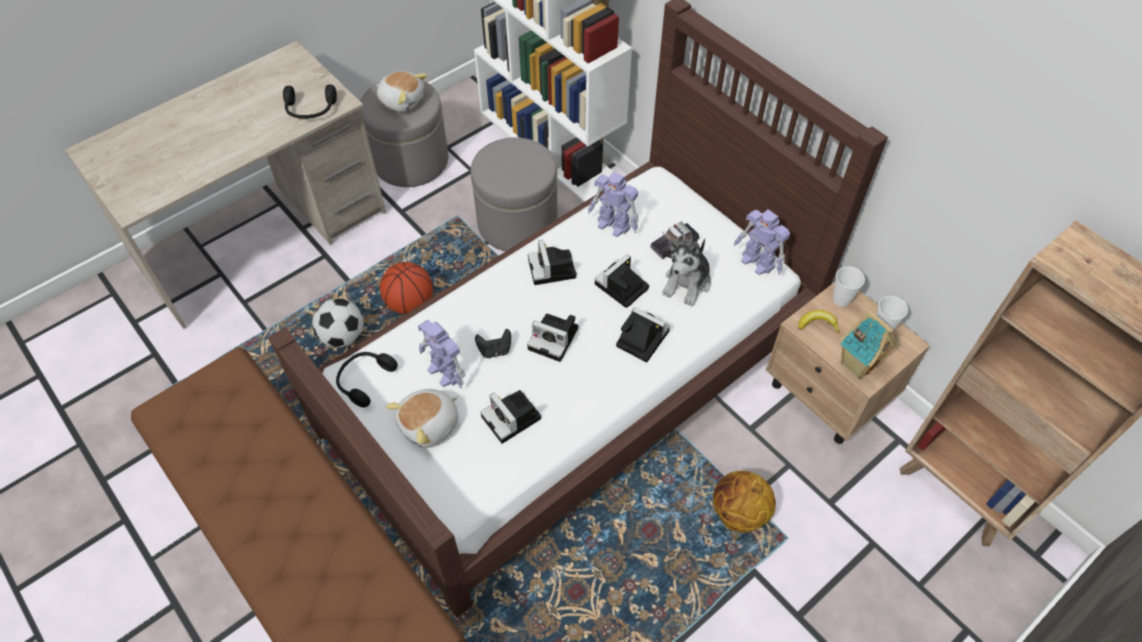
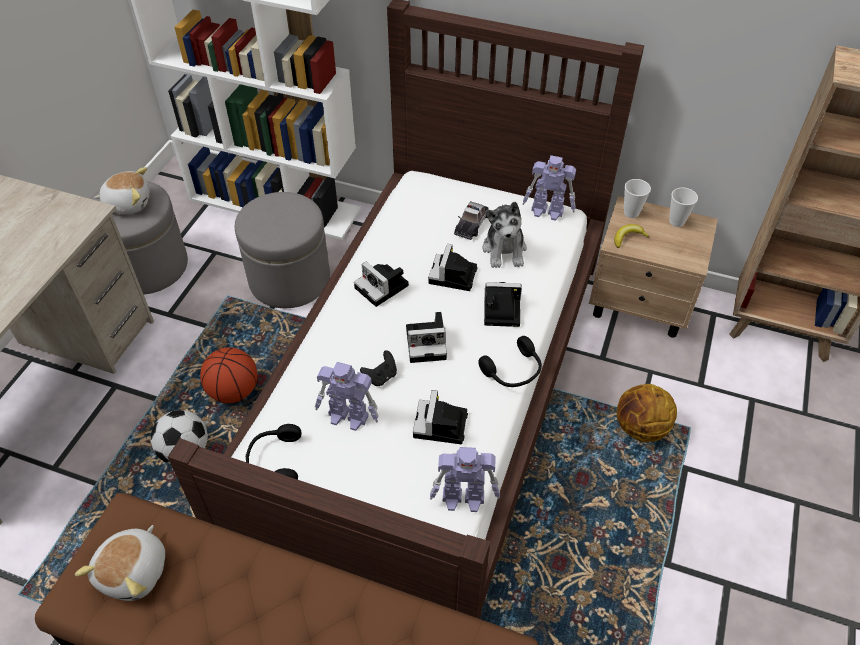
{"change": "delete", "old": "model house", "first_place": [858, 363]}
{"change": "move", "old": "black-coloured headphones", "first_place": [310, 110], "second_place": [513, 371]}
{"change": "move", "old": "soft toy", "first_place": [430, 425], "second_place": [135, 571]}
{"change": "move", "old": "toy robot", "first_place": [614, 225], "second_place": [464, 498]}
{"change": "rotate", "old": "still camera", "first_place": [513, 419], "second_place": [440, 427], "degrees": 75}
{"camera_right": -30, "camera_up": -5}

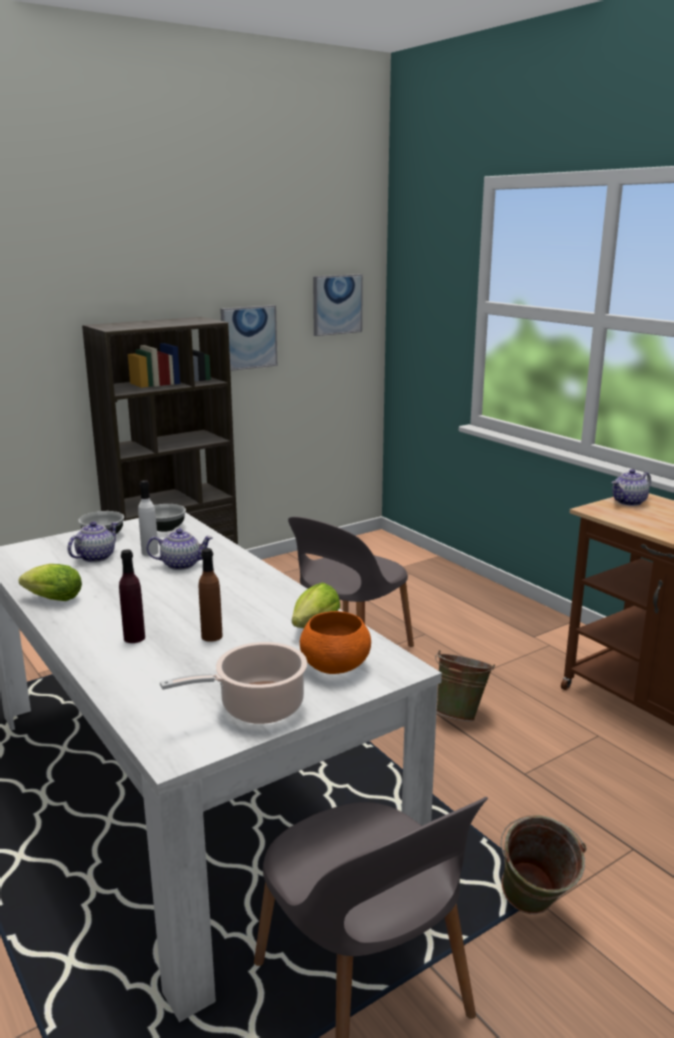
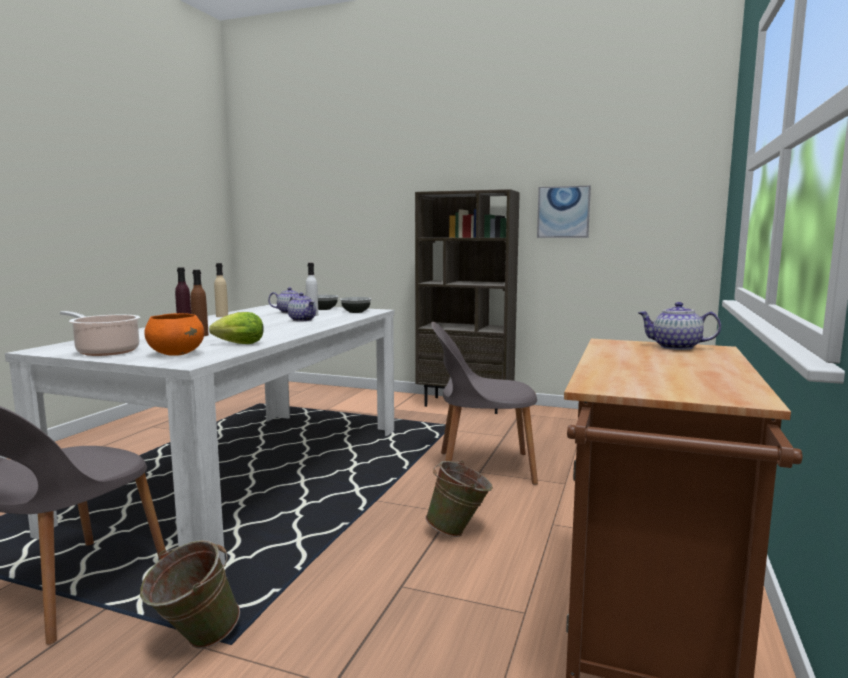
{"change": "delete", "old": "wall picture", "first_place": [337, 304]}
{"change": "replace", "old": "head of lettuce", "new": "beige drink bottle", "first_place": [51, 599], "second_place": [222, 316]}
{"camera_right": 55, "camera_up": -10}

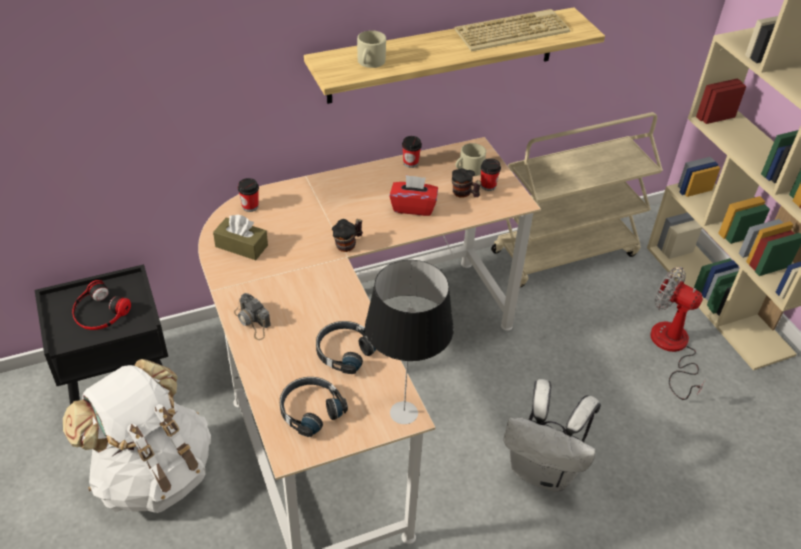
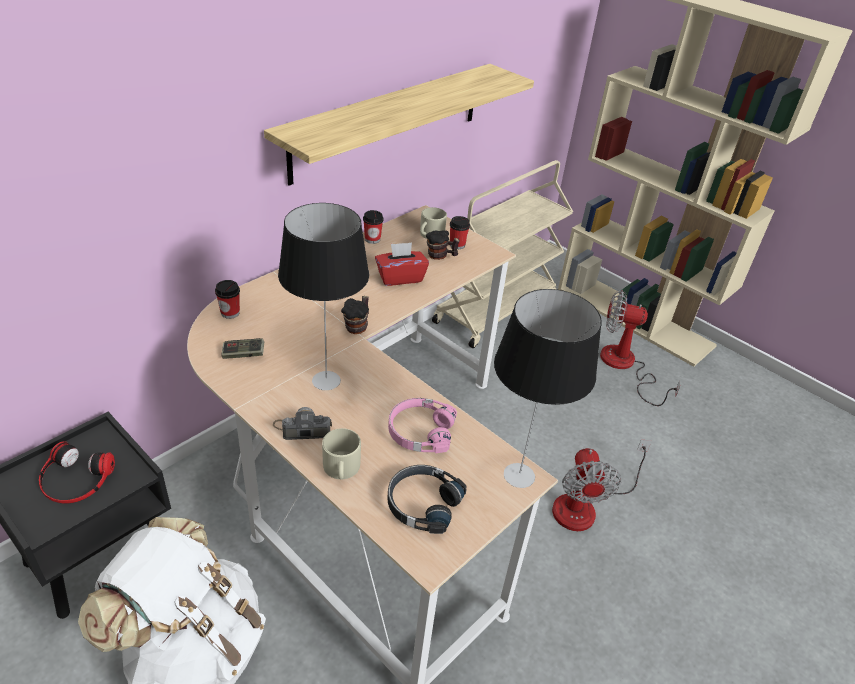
{"change": "delete", "old": "keyboard", "first_place": [512, 31]}
{"change": "insert", "new": "tabletop lamp", "second_place": [325, 380]}
{"change": "move", "old": "beige tea mug", "first_place": [370, 62], "second_place": [341, 469]}
{"change": "replace", "old": "brown-coloured tissue holder", "new": "gamepad", "first_place": [241, 246], "second_place": [243, 354]}
{"change": "replace", "old": "white-coloured backpack", "new": "fan", "first_place": [543, 471], "second_place": [585, 505]}
{"change": "recolor", "old": "black-coloured headphones", "new": "pink headphones", "first_place": [344, 351], "second_place": [420, 431]}
{"change": "rotate", "old": "still camera", "first_place": [252, 321], "second_place": [302, 429], "degrees": 150}
{"camera_right": -25, "camera_up": -5}

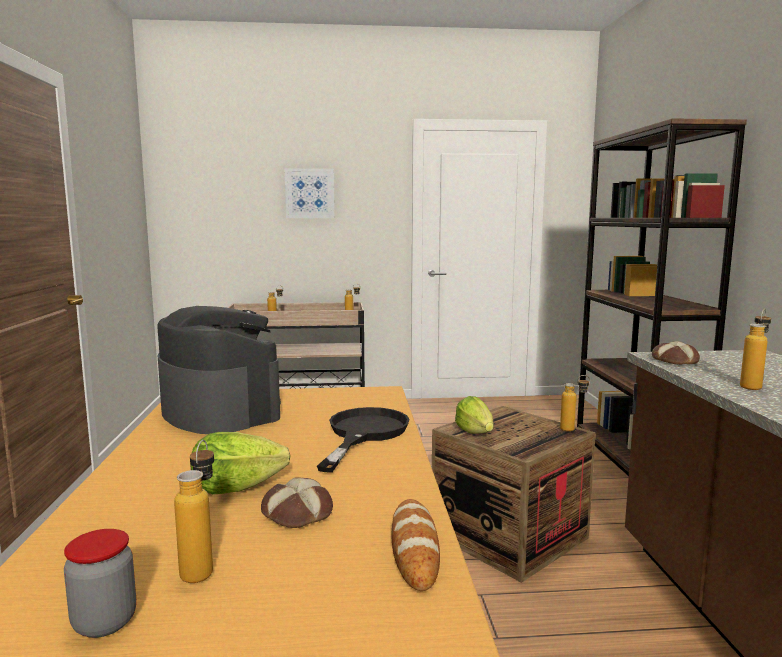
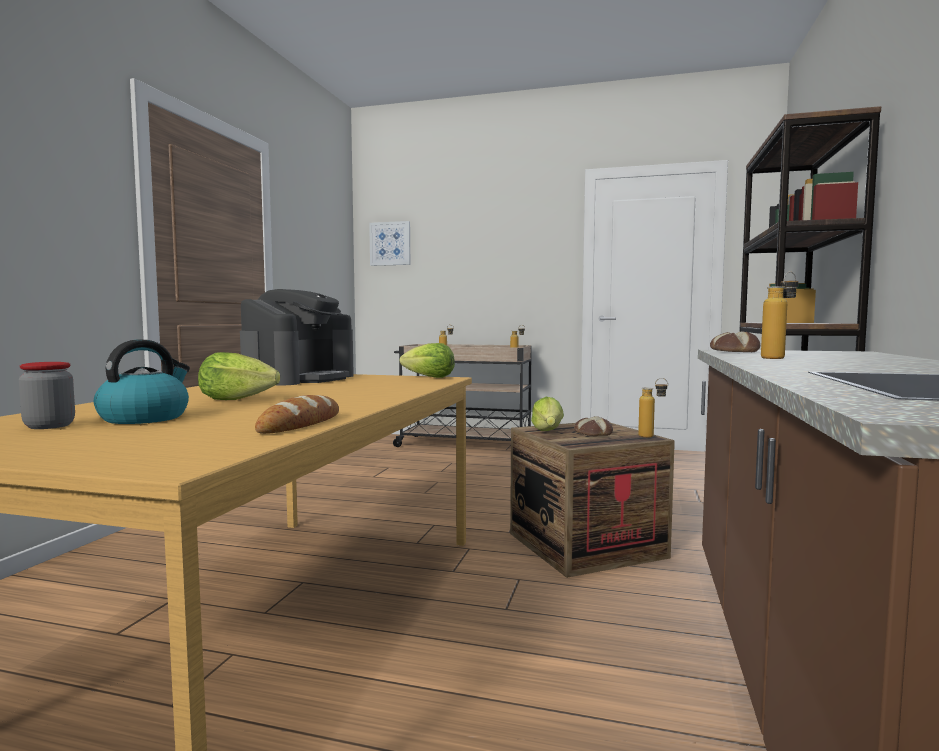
{"change": "delete", "old": "black-coloured skillet", "first_place": [363, 433]}
{"change": "insert", "new": "head of lettuce", "second_place": [429, 377]}
{"change": "move", "old": "bakery bread", "first_place": [296, 513], "second_place": [592, 433]}
{"change": "move", "old": "wall picture", "first_place": [309, 193], "second_place": [390, 243]}
{"change": "replace", "old": "drink bottle", "new": "water kettle", "first_place": [202, 567], "second_place": [145, 418]}
{"change": "rotate", "old": "coffee maker", "first_place": [220, 411], "second_place": [299, 378], "degrees": 45}
{"camera_right": 20, "camera_up": -5}

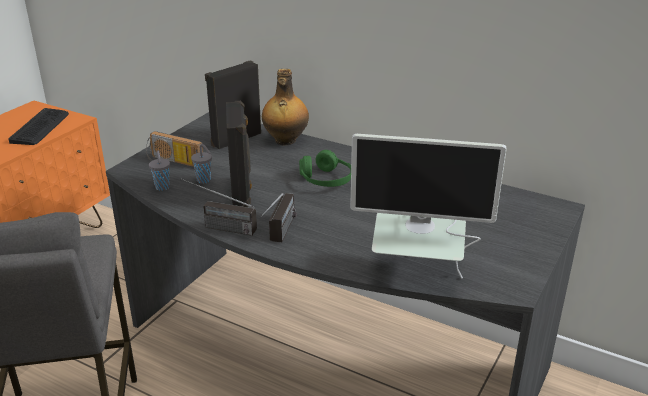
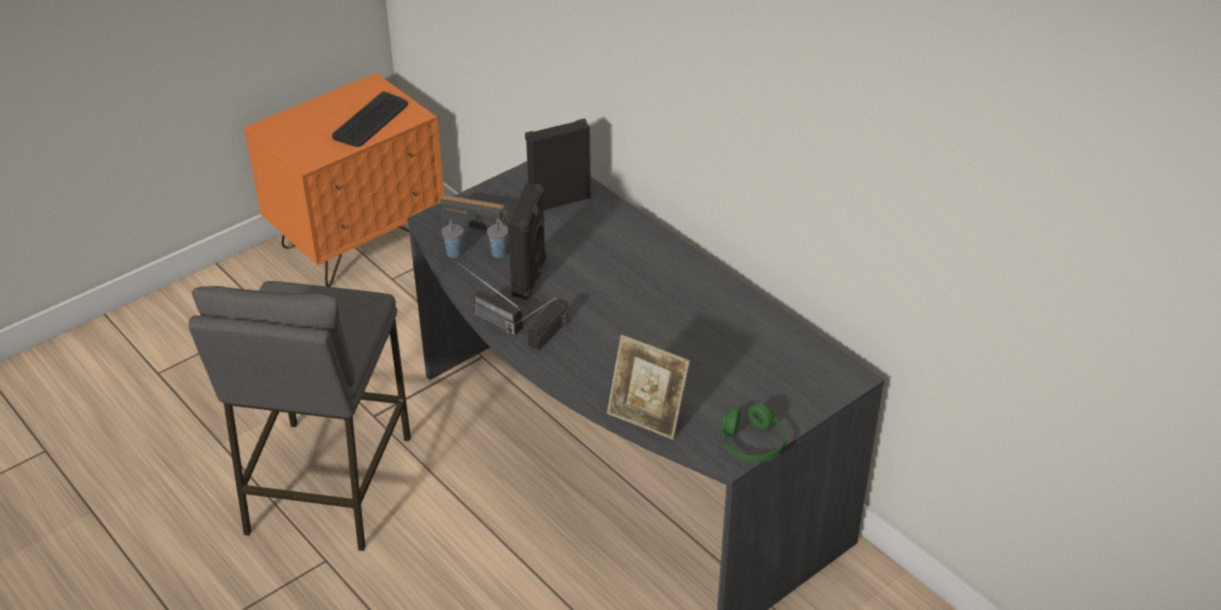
{"change": "delete", "old": "drink bottle", "first_place": [285, 141]}
{"change": "move", "old": "green headphones", "first_place": [326, 180], "second_place": [752, 443]}
{"change": "replace", "old": "computer display", "new": "standing frame", "first_place": [417, 273], "second_place": [647, 418]}
{"change": "rotate", "old": "radio receiver", "first_place": [173, 163], "second_place": [478, 222], "degrees": 150}
{"camera_right": 20, "camera_up": 10}

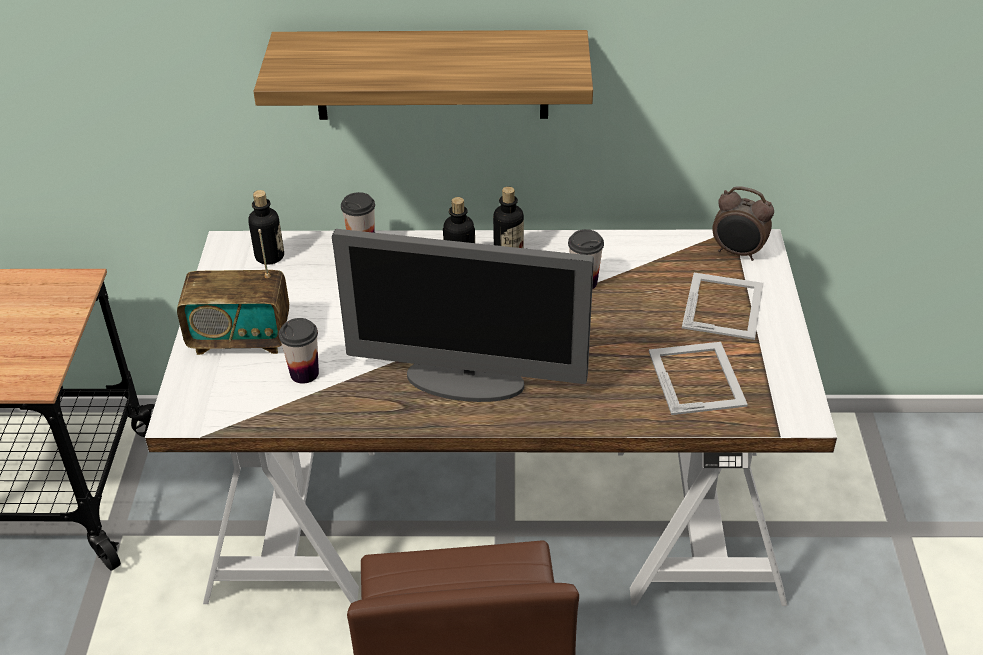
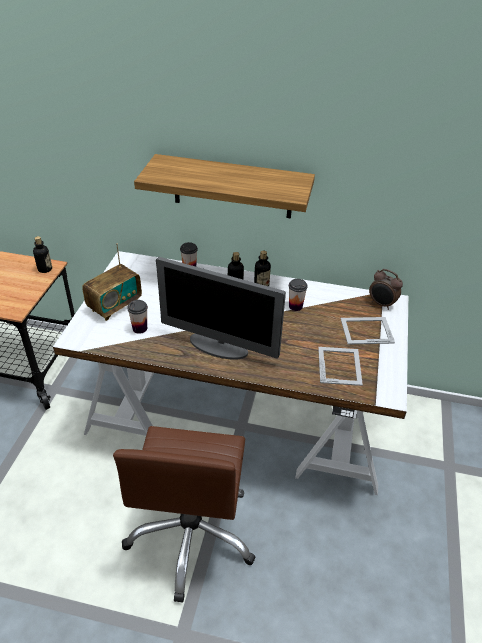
{"change": "move", "old": "drink bottle", "first_place": [269, 256], "second_place": [45, 269]}
{"change": "rotate", "old": "radio receiver", "first_place": [240, 338], "second_place": [115, 306], "degrees": -60}
{"change": "rotate", "old": "standing frame", "first_place": [724, 305], "second_place": [366, 330], "degrees": -120}
{"camera_right": 10, "camera_up": 0}

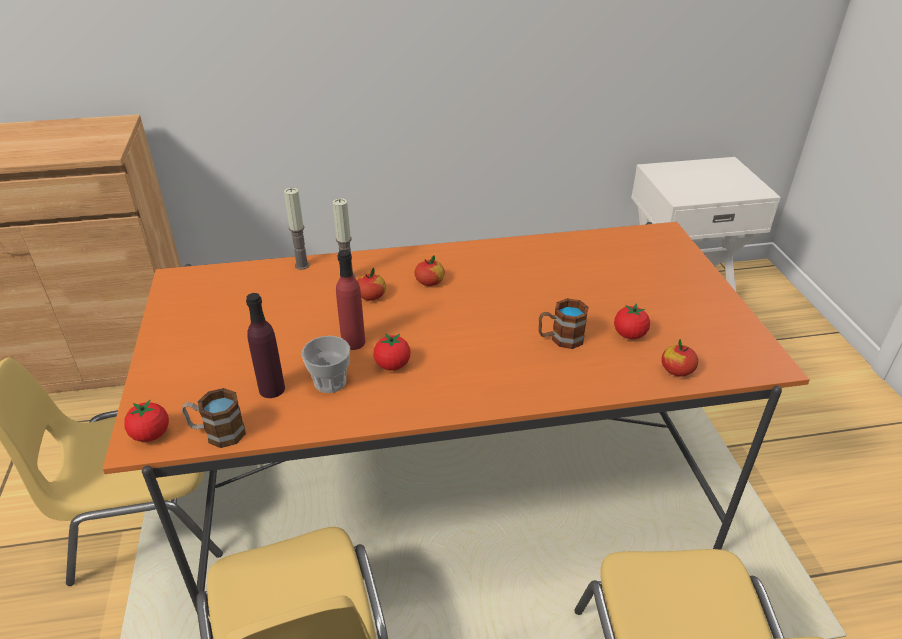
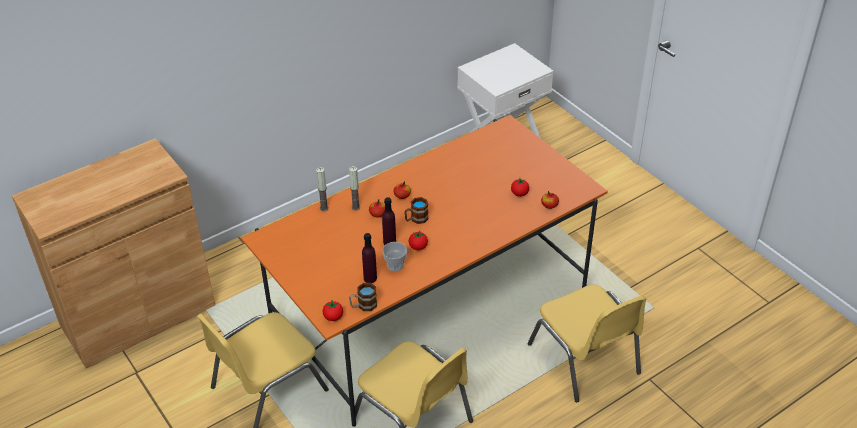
{"change": "move", "old": "tea mug", "first_place": [560, 339], "second_place": [416, 219]}
{"change": "recolor", "old": "red-coloured drink bottle", "new": "purplish drink bottle", "first_place": [353, 342], "second_place": [389, 242]}
{"camera_right": -25, "camera_up": 5}

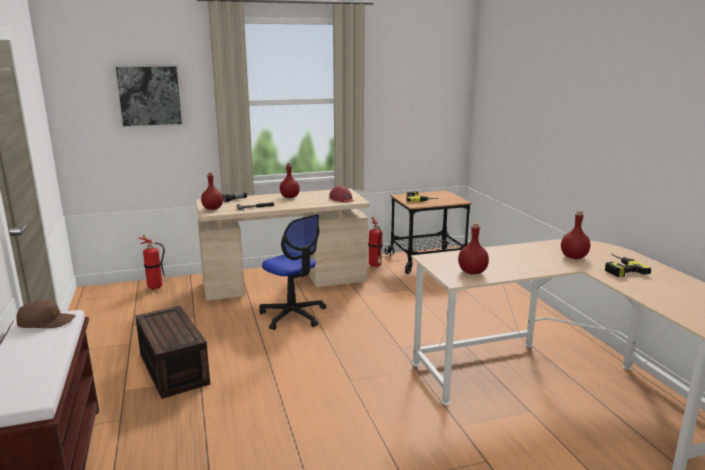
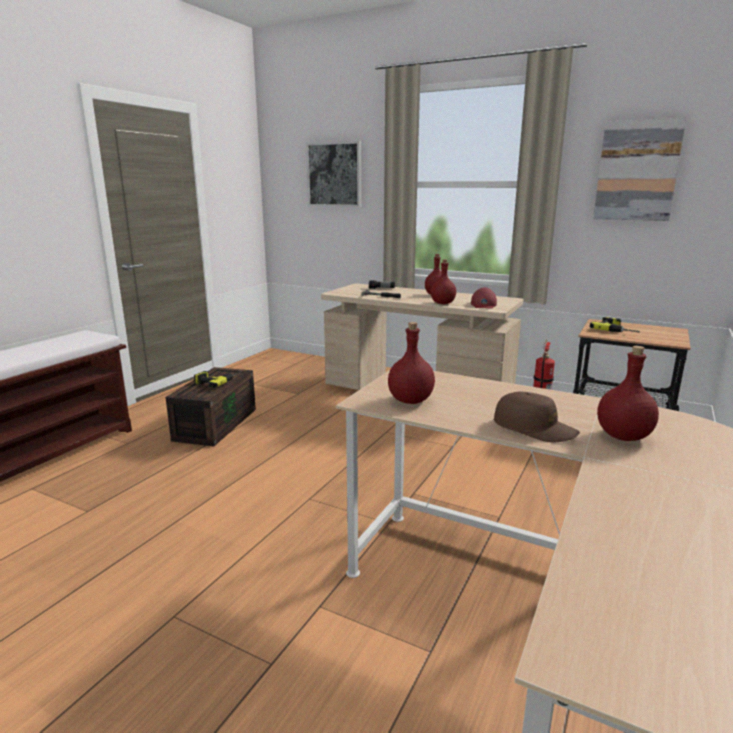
{"change": "delete", "old": "fire-fighting cylinder", "first_place": [157, 288]}
{"change": "delete", "old": "computer chair", "first_place": [293, 315]}
{"change": "insert", "new": "wall picture", "second_place": [637, 171]}
{"change": "move", "old": "brown-coloured peaked cap", "first_place": [46, 322], "second_place": [534, 428]}
{"change": "move", "old": "red-coloured drink bottle", "first_place": [212, 209], "second_place": [442, 303]}
{"change": "move", "old": "drill", "first_place": [618, 268], "second_place": [218, 380]}
{"camera_right": 45, "camera_up": 0}

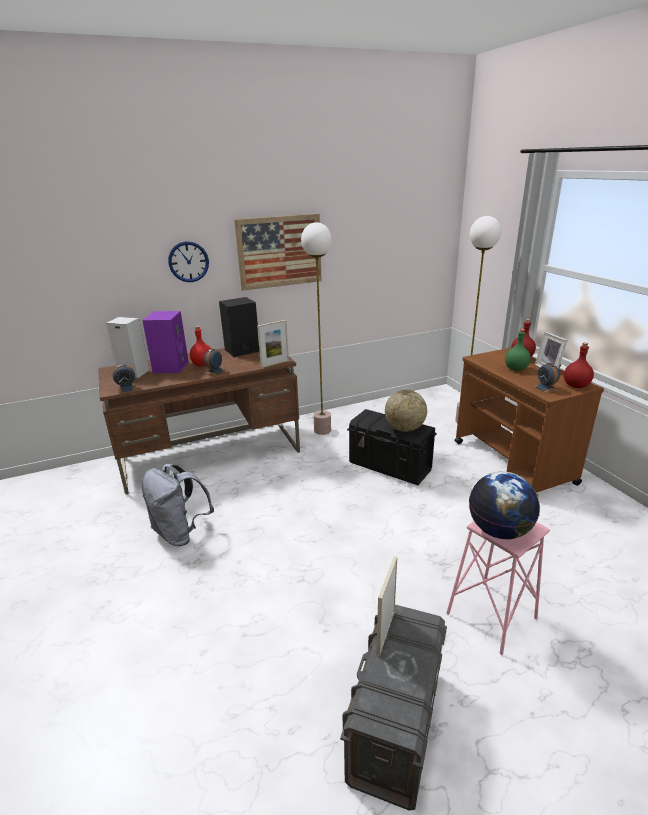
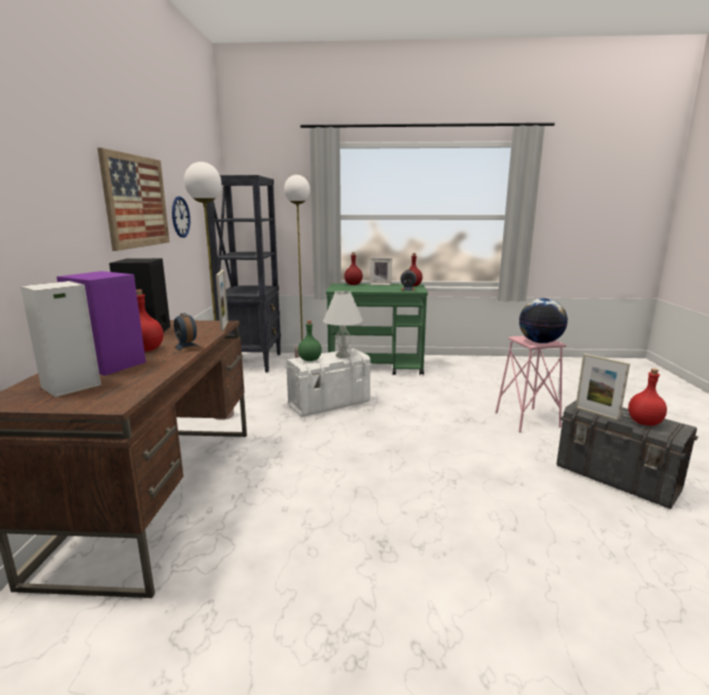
{"change": "delete", "old": "bedside clock", "first_place": [127, 388]}
{"change": "delete", "old": "greyish backpack", "first_place": [181, 533]}
{"change": "insert", "new": "black-coloured bookcase", "second_place": [253, 362]}
{"change": "insert", "new": "red-coloured drink bottle", "second_place": [643, 422]}
{"change": "move", "old": "hanging clock", "first_place": [188, 262], "second_place": [180, 217]}
{"change": "move", "old": "green drink bottle", "first_place": [515, 369], "second_place": [310, 360]}
{"change": "replace", "old": "world globe", "new": "white-coloured tabletop lamp", "first_place": [404, 428], "second_place": [343, 355]}
{"change": "recolor", "old": "black-coloured storage bin", "new": "white-coloured storage bin", "first_place": [390, 466], "second_place": [329, 403]}
{"change": "recolor", "old": "brown-coloured cart", "new": "green cart", "first_place": [513, 463], "second_place": [376, 367]}
{"camera_right": -65, "camera_up": -10}

